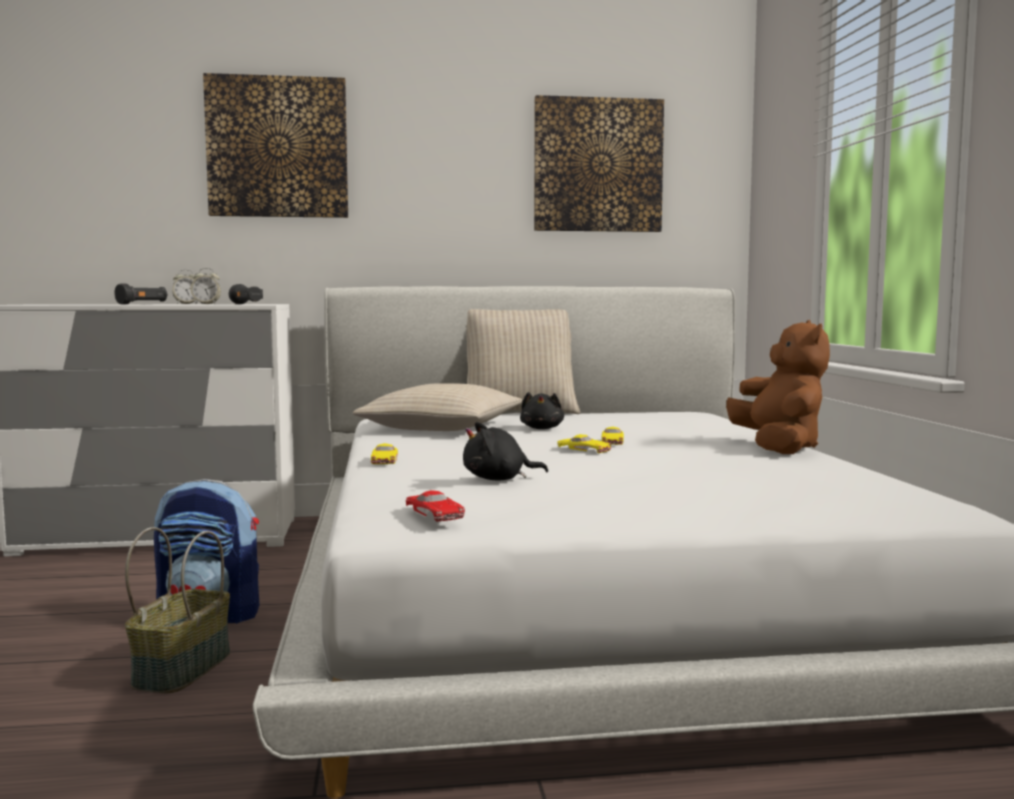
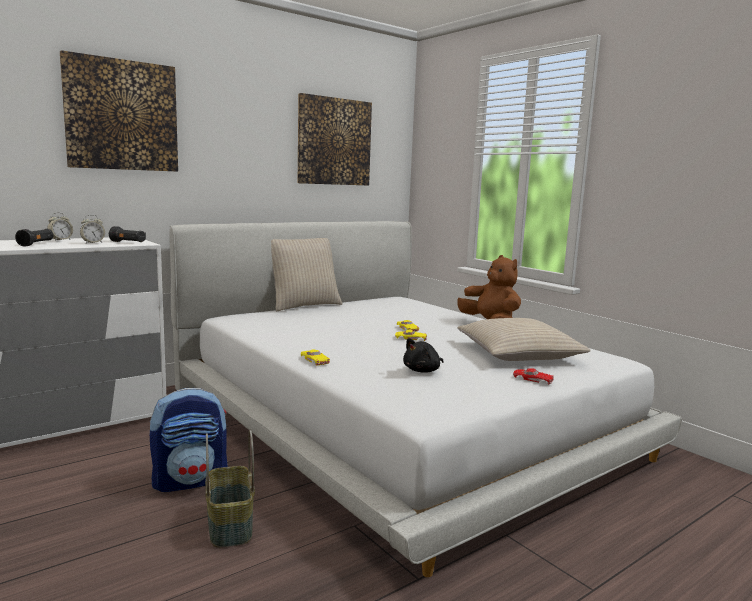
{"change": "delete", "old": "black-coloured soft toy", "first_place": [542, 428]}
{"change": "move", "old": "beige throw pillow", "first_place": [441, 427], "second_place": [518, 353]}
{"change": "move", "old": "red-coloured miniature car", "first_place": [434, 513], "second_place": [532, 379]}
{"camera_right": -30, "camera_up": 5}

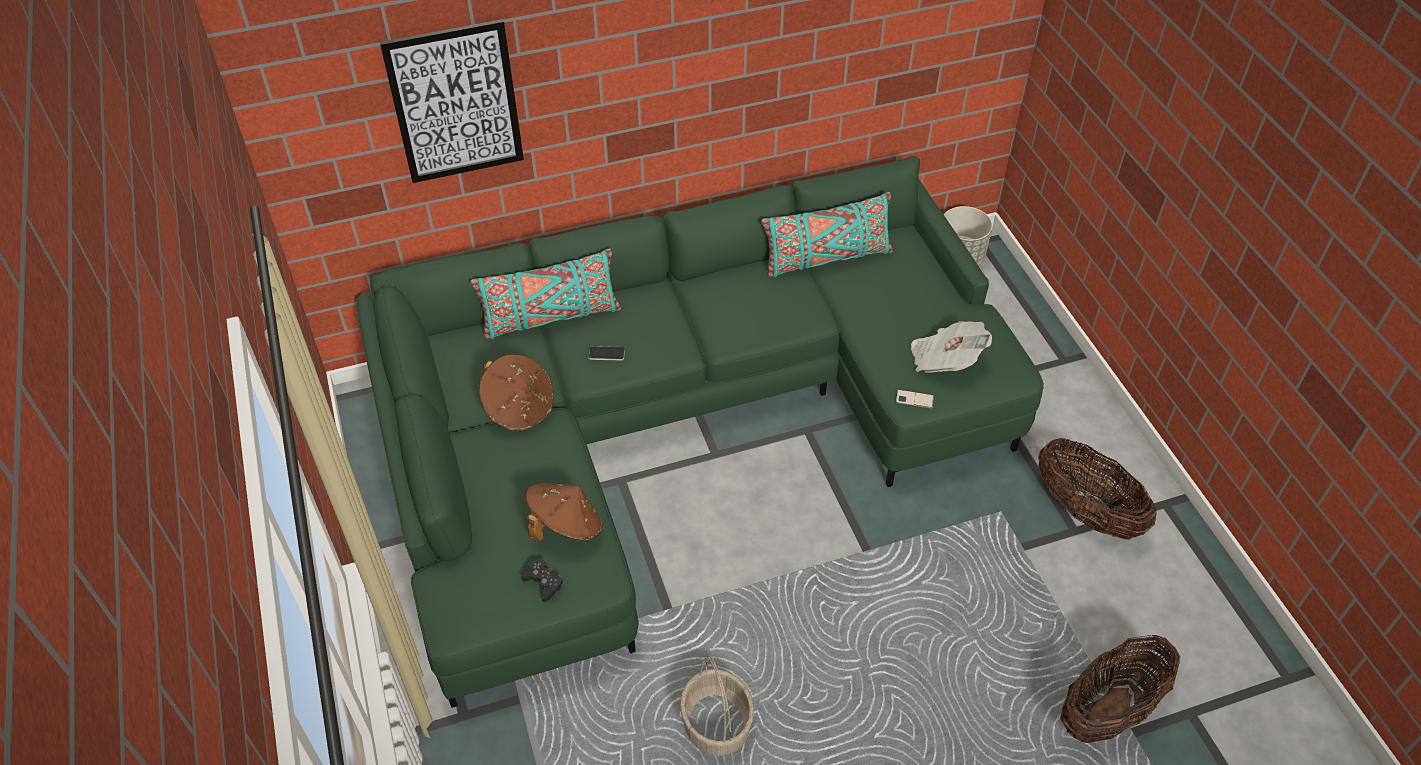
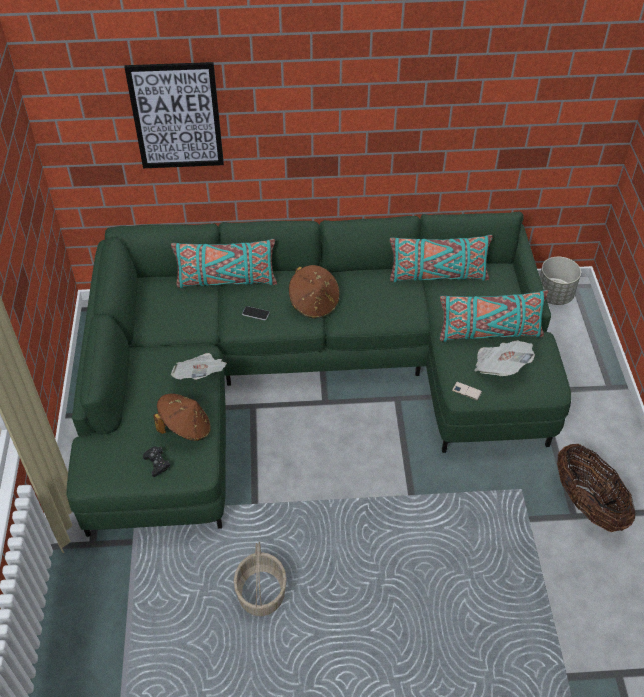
{"change": "delete", "old": "household basket", "first_place": [1108, 710]}
{"change": "insert", "new": "newspaper", "second_place": [200, 376]}
{"change": "insert", "new": "blue-green throw pillow", "second_place": [489, 333]}
{"change": "move", "old": "brown-coloured wearable hat", "first_place": [519, 408], "second_place": [314, 303]}
{"camera_right": 15, "camera_up": 0}

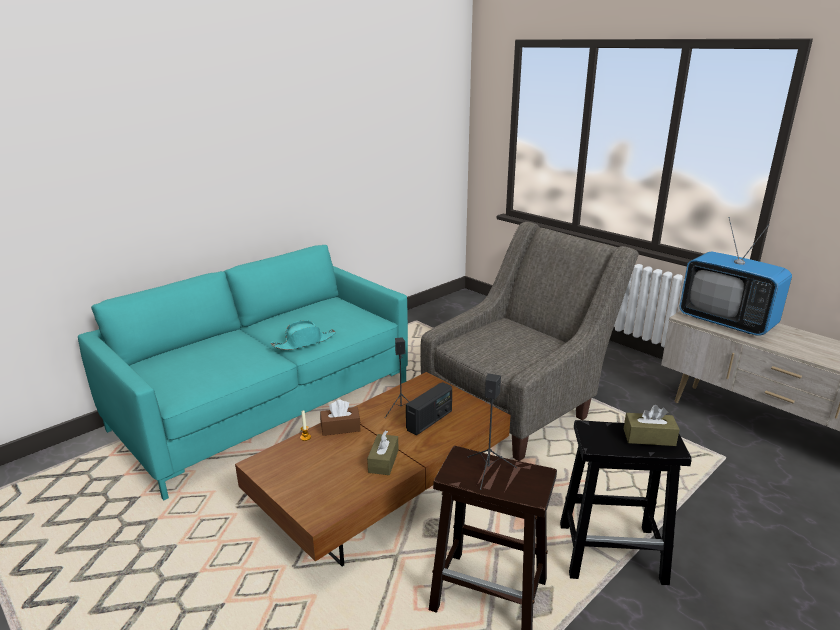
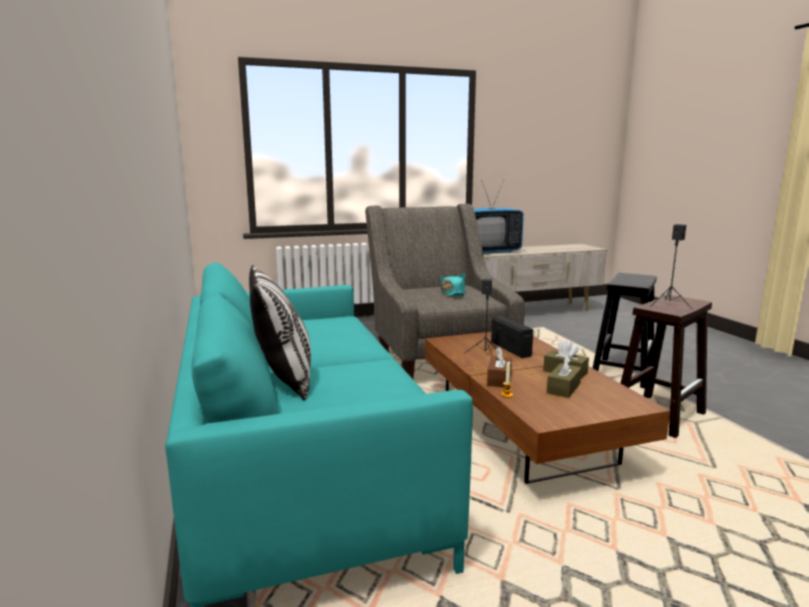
{"change": "insert", "new": "throw pillow", "second_place": [284, 379]}
{"change": "move", "old": "blue-green wearable hat", "first_place": [304, 342], "second_place": [453, 292]}
{"change": "move", "old": "brown-coloured tissue holder", "first_place": [649, 437], "second_place": [563, 388]}
{"camera_right": -65, "camera_up": -10}

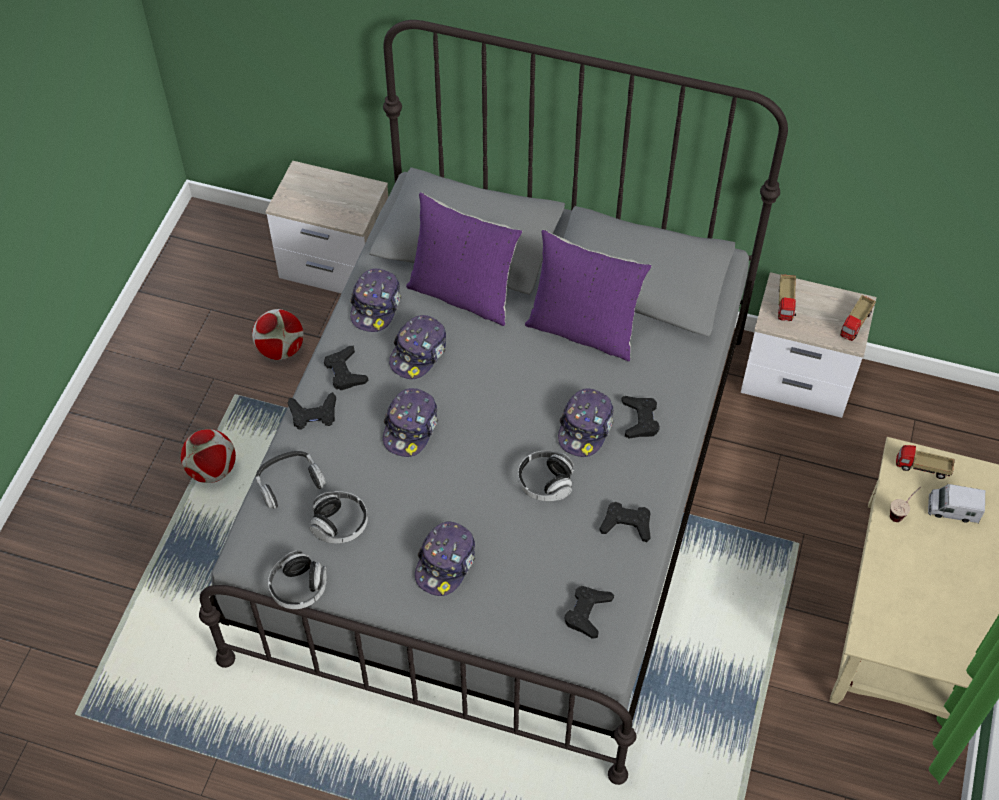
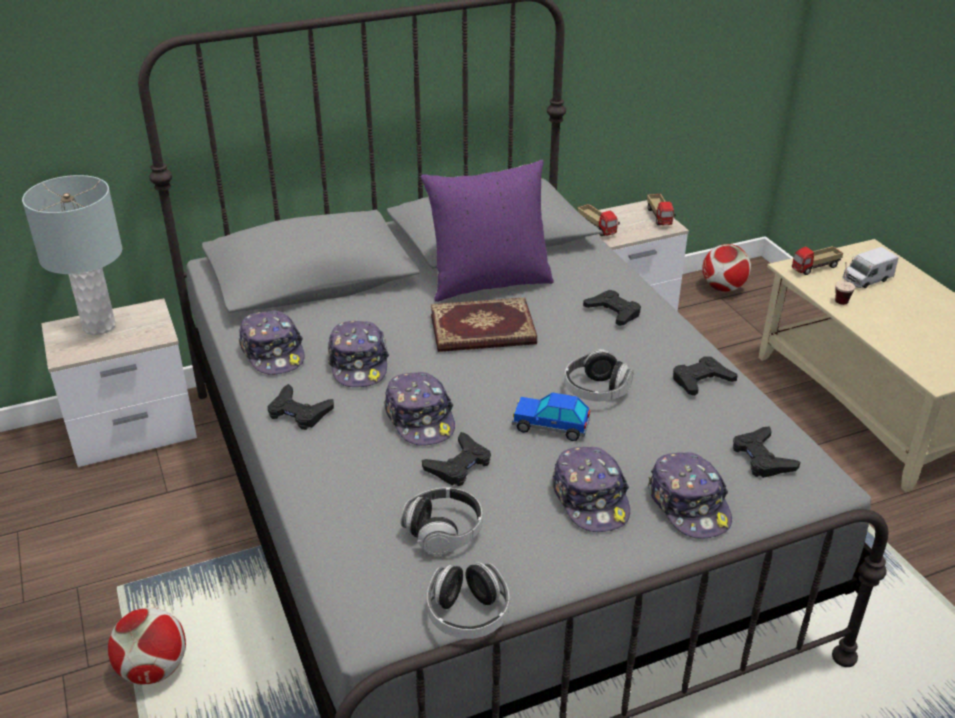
{"change": "delete", "old": "headphones", "first_place": [289, 482]}
{"change": "delete", "old": "purplish throw pillow", "first_place": [463, 293]}
{"change": "insert", "new": "greyish tabletop lamp", "second_place": [99, 326]}
{"change": "insert", "new": "volume", "second_place": [483, 331]}
{"change": "insert", "new": "miniature car", "second_place": [550, 426]}
{"change": "move", "old": "football", "first_place": [281, 349], "second_place": [723, 288]}
{"change": "move", "old": "black-coloured gamepad", "first_place": [313, 414], "second_place": [459, 465]}
{"change": "move", "old": "peaked cap", "first_place": [585, 428], "second_place": [689, 505]}
{"camera_right": -40, "camera_up": -20}

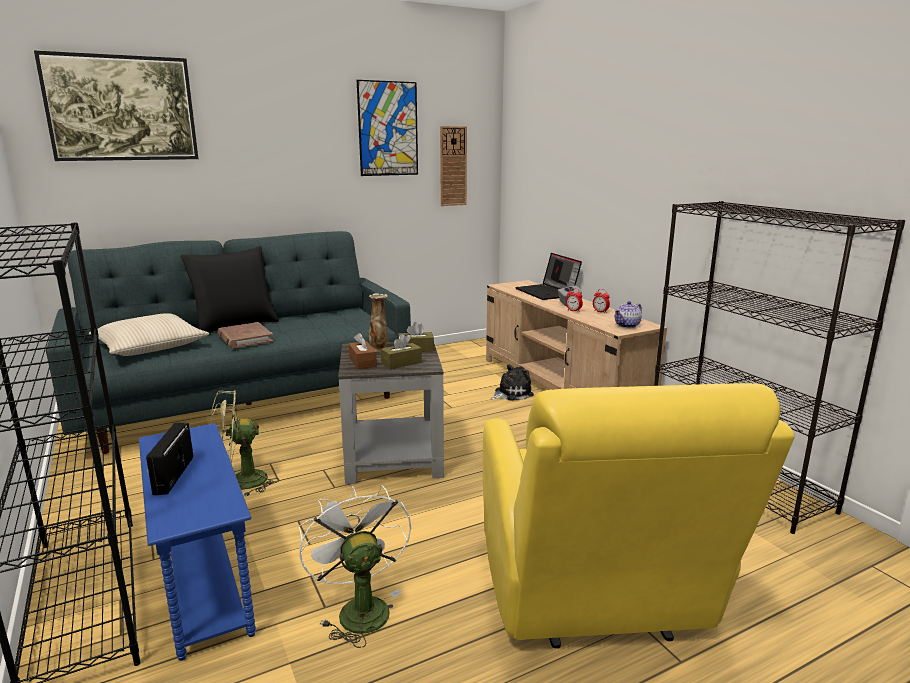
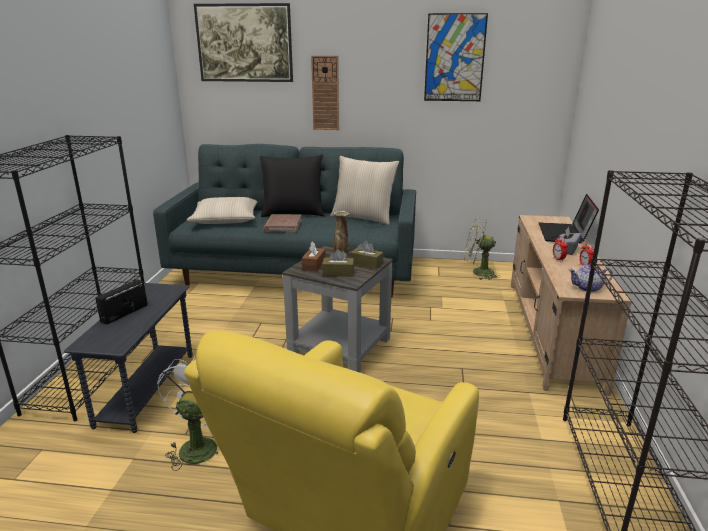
{"change": "delete", "old": "soft toy", "first_place": [511, 393]}
{"change": "insert", "new": "beige throw pillow", "second_place": [363, 217]}
{"change": "move", "old": "green fan", "first_place": [239, 483], "second_place": [478, 272]}
{"change": "move", "old": "hanging clock", "first_place": [453, 166], "second_place": [325, 93]}
{"change": "recolor", "old": "bluish accent table", "new": "greyish accent table", "first_place": [203, 584], "second_place": [146, 389]}
{"camera_right": 35, "camera_up": 5}

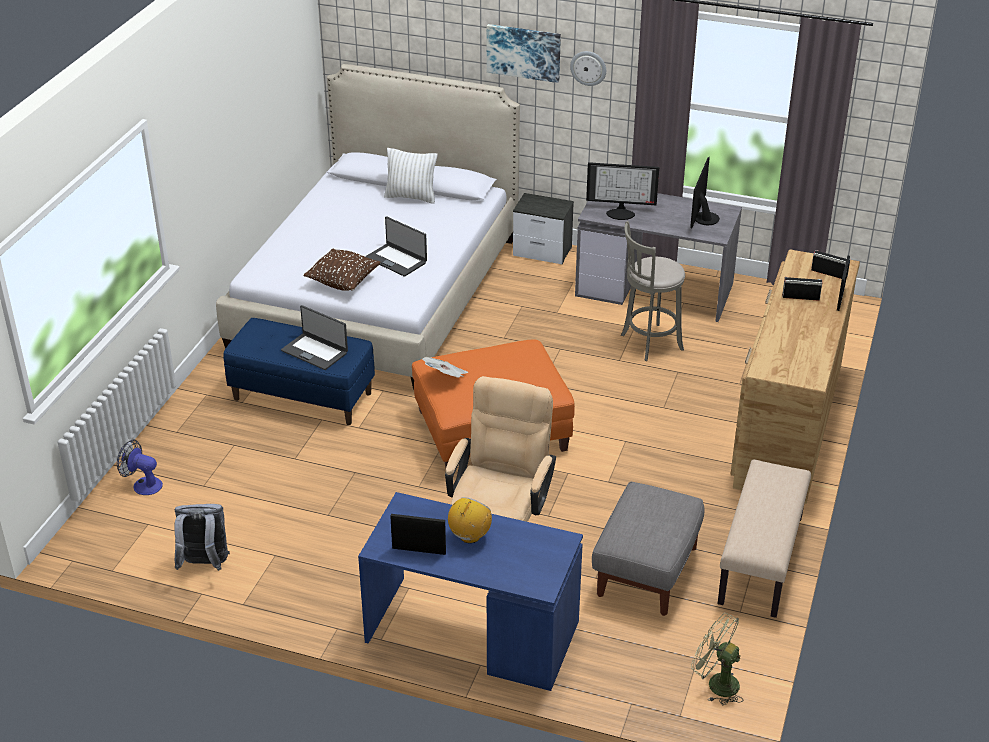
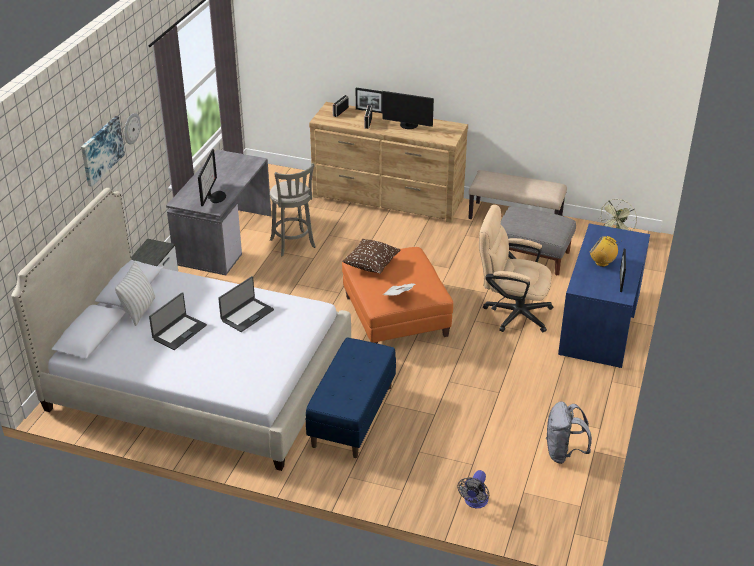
{"change": "move", "old": "portable computer", "first_place": [315, 351], "second_place": [179, 332]}
{"change": "move", "old": "brown-coloured throw pillow", "first_place": [343, 282], "second_place": [371, 266]}
{"change": "move", "old": "computer display", "first_place": [703, 218], "second_place": [408, 126]}
{"camera_right": -90, "camera_up": 0}

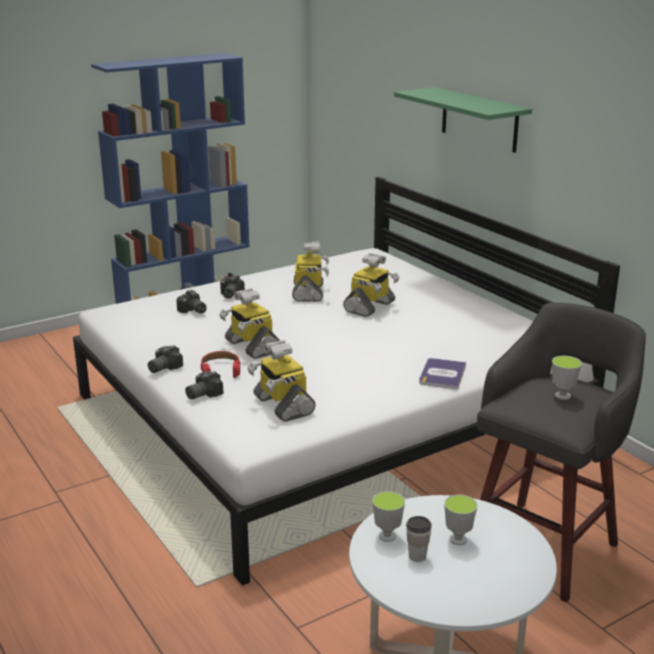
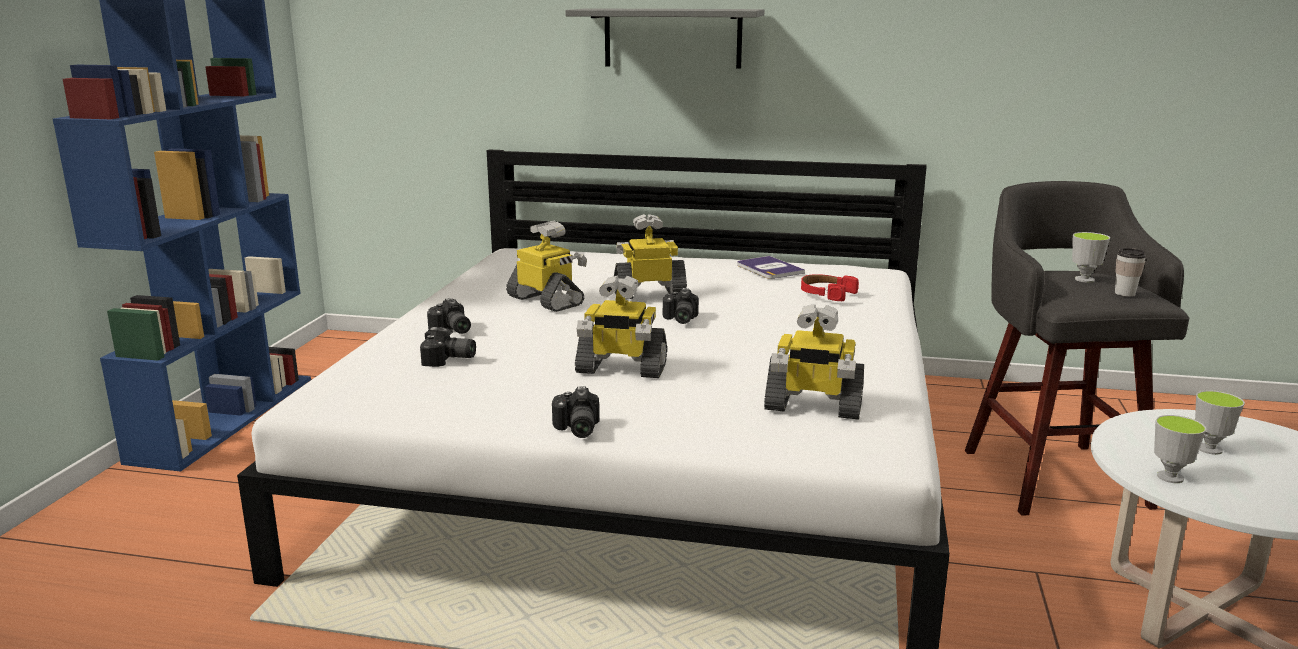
{"change": "move", "old": "still camera", "first_place": [202, 394], "second_place": [679, 319]}
{"change": "move", "old": "red-coloured headphones", "first_place": [220, 370], "second_place": [826, 293]}
{"change": "move", "old": "drinking cup", "first_place": [417, 556], "second_place": [1125, 293]}
{"change": "move", "old": "volume", "first_place": [442, 374], "second_place": [769, 269]}
{"change": "recolor", "old": "green wall shelf", "new": "greyish wall shelf", "first_place": [479, 119], "second_place": [672, 38]}
{"change": "rotate", "old": "toy robot", "first_place": [370, 307], "second_place": [649, 293], "degrees": -90}
{"camera_right": -45, "camera_up": -5}

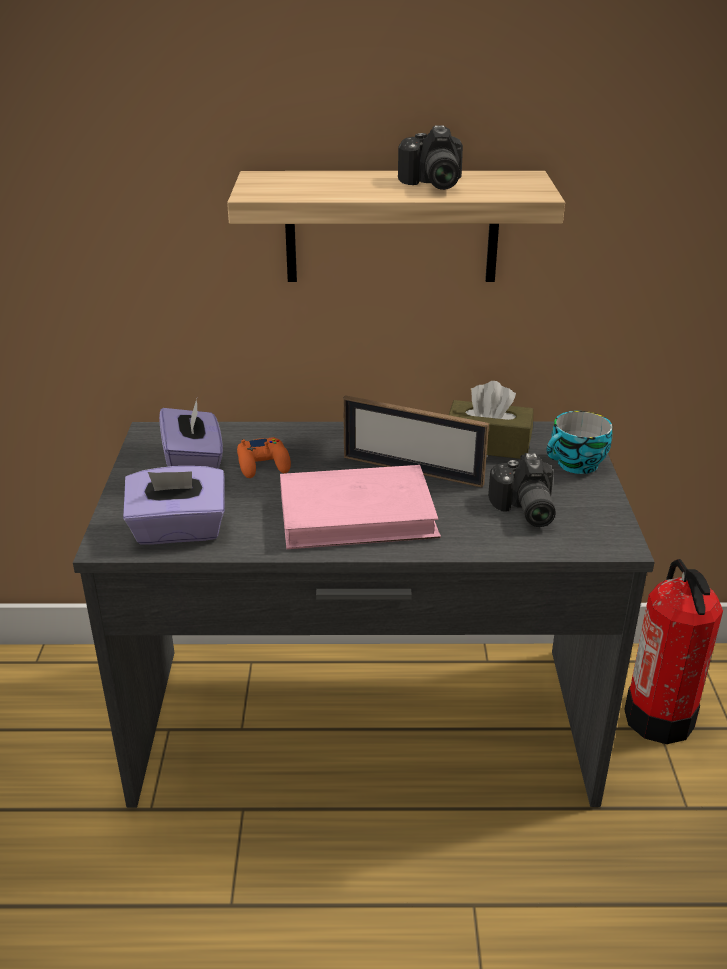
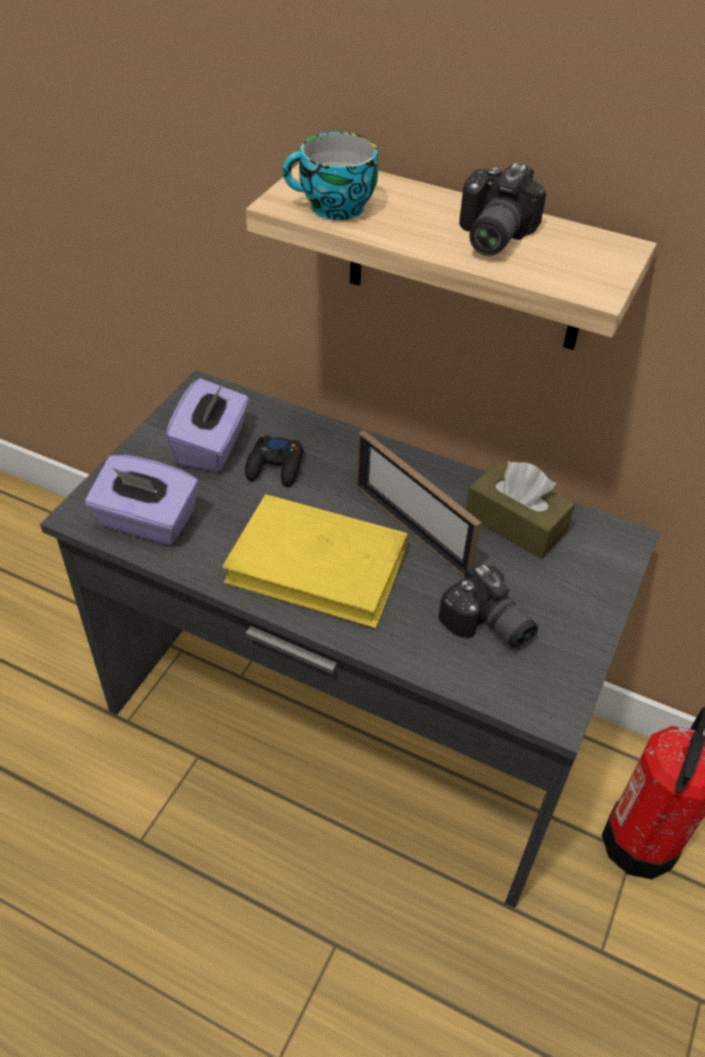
{"change": "move", "old": "drinking cup", "first_place": [576, 465], "second_place": [333, 208]}
{"change": "recolor", "old": "orange-coloured gamepad", "new": "black-coloured gamepad", "first_place": [264, 464], "second_place": [275, 467]}
{"change": "recolor", "old": "pink volume", "new": "yellowish volume", "first_place": [357, 514], "second_place": [318, 565]}
{"change": "rotate", "old": "still camera", "first_place": [523, 510], "second_place": [486, 626], "degrees": -60}
{"camera_right": 25, "camera_up": 15}

